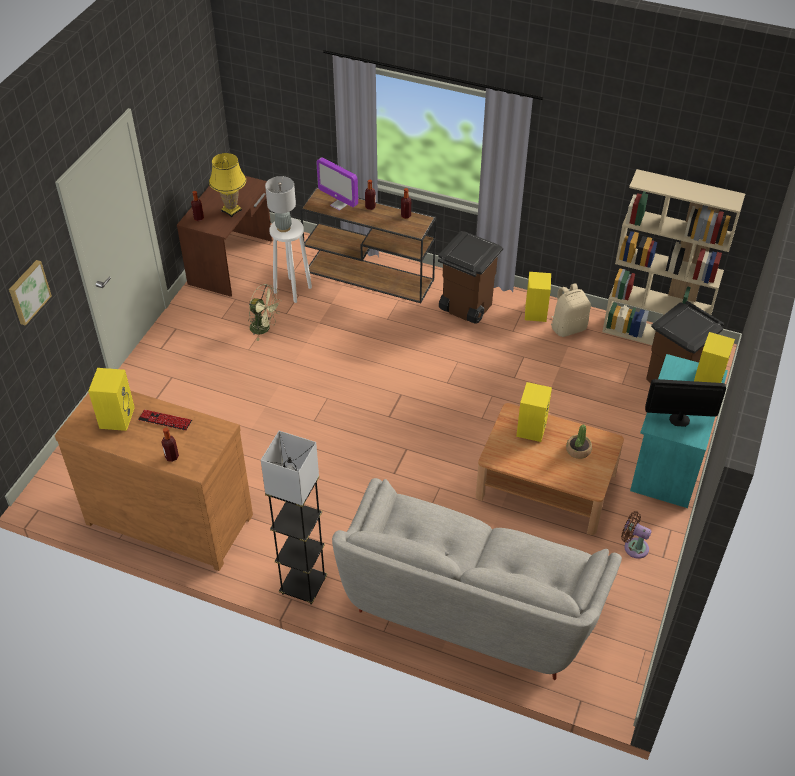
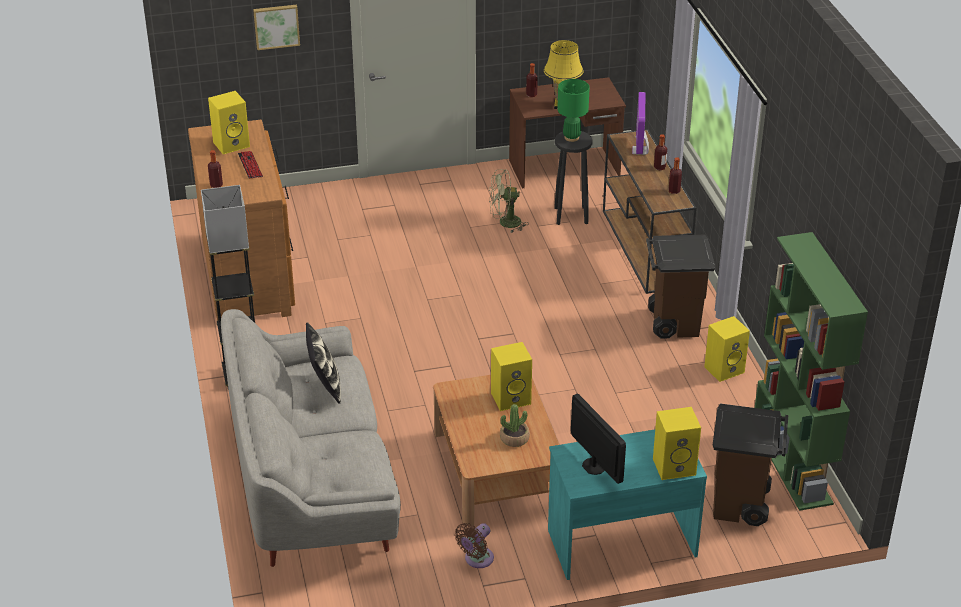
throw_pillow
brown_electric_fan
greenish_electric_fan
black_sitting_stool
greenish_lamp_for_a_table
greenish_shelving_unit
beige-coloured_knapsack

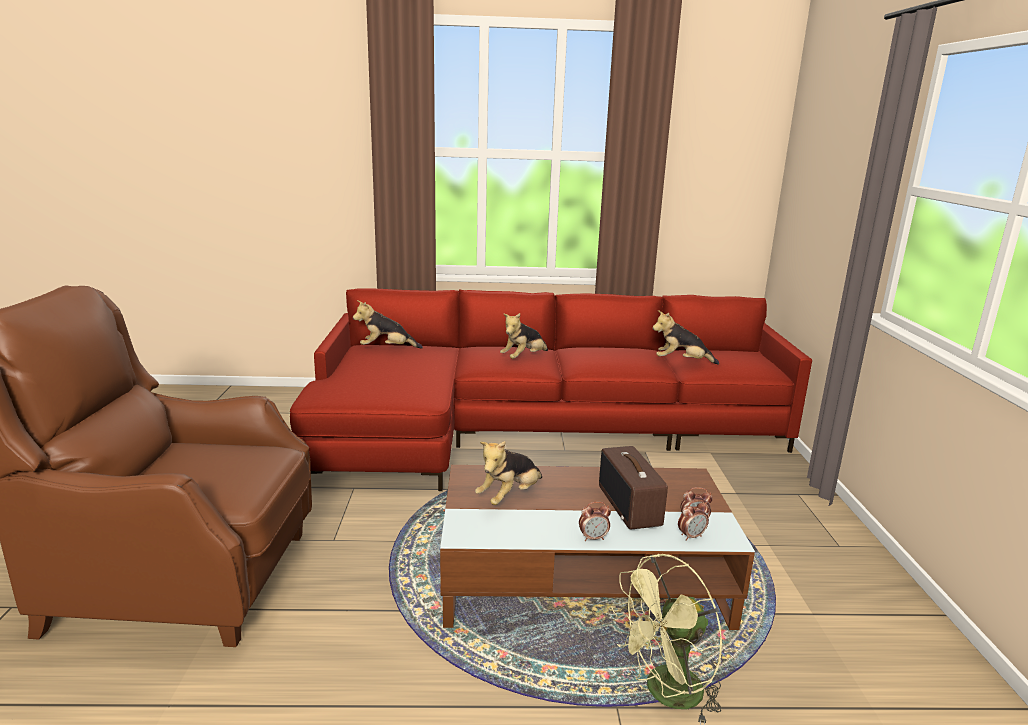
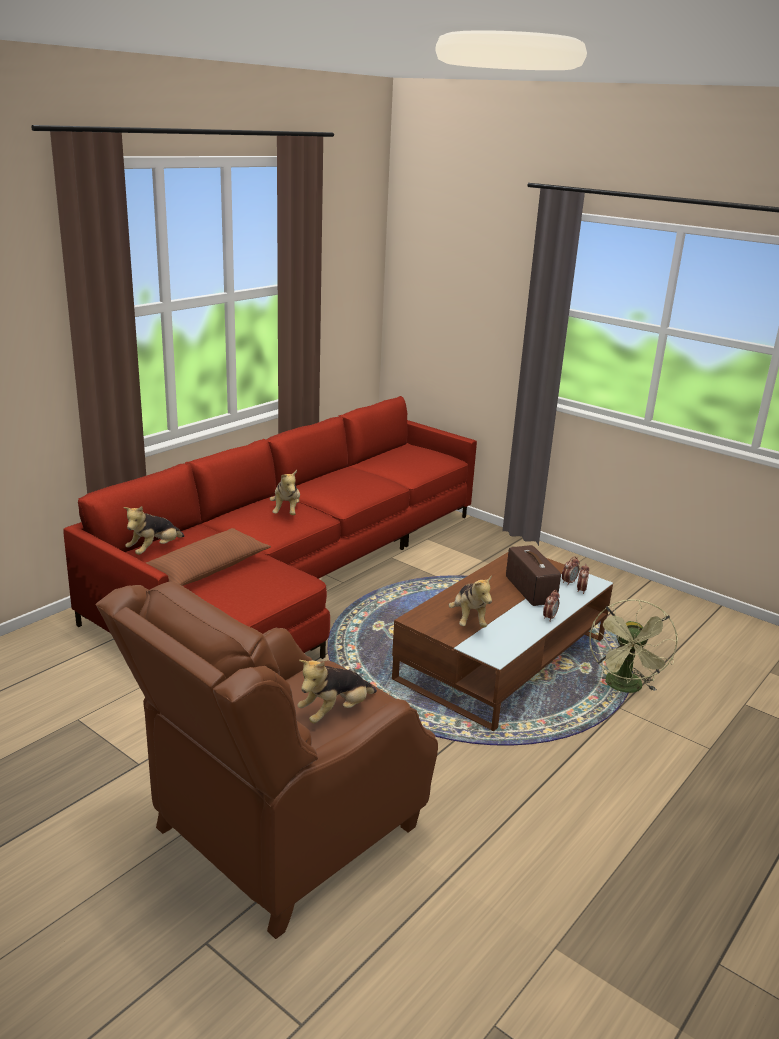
brown_throw_pillow
soft_toy (3rd from left)
radio

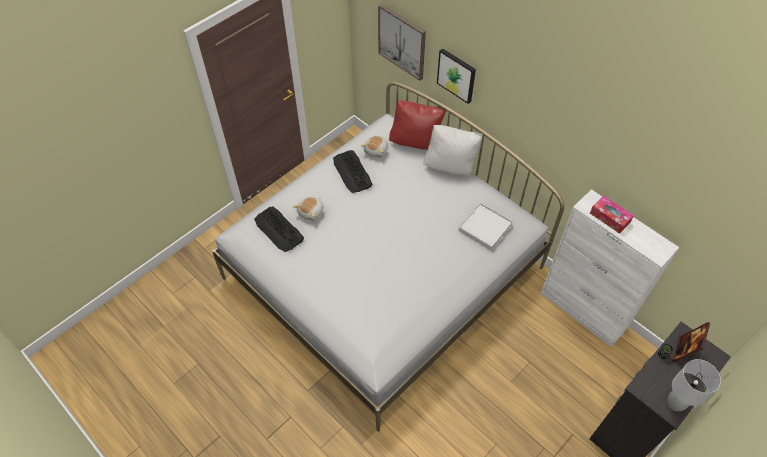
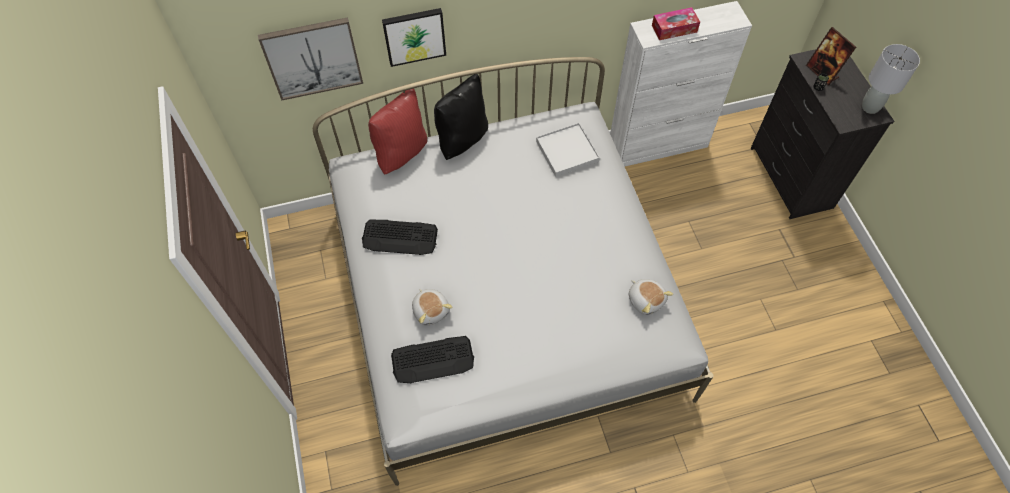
black_throw_pillow
soft_toy (2nd from left)

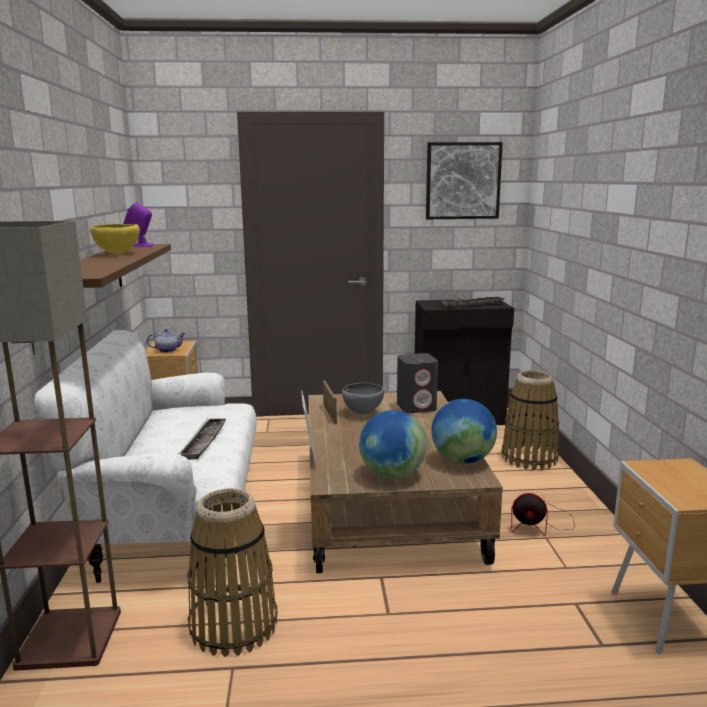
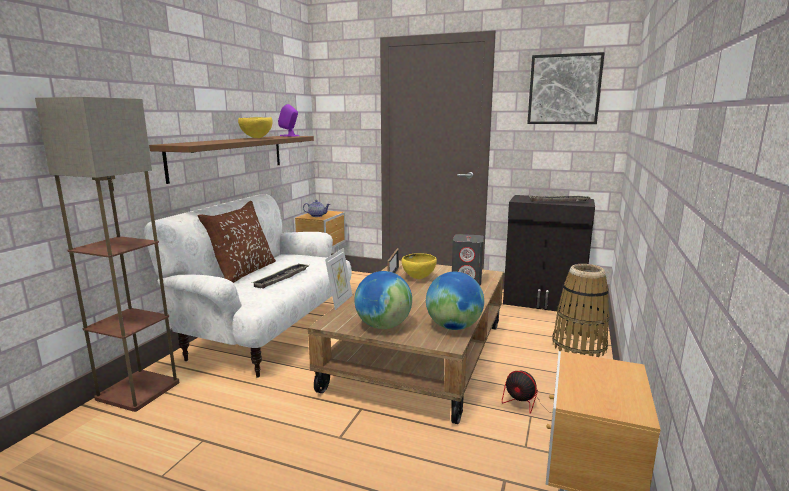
brown_throw_pillow
yellow-coloured_serving_bowl (2nd from left)
basket (1st from left in the first image)

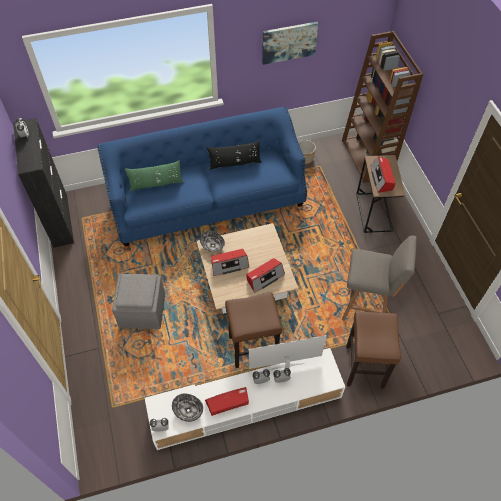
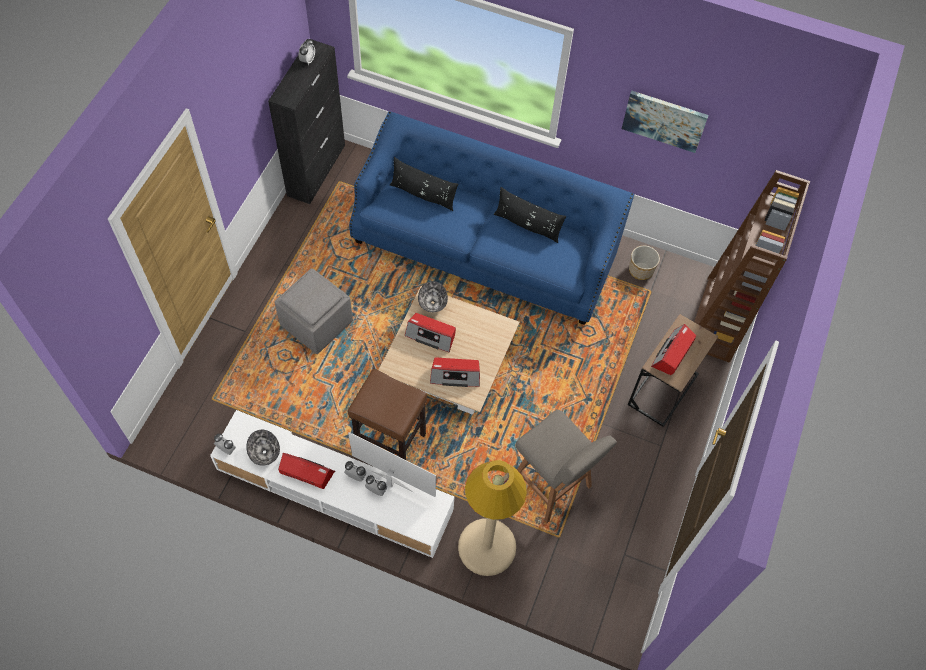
black_throw_pillow (1st from left)
beige-coloured_standard_lamp

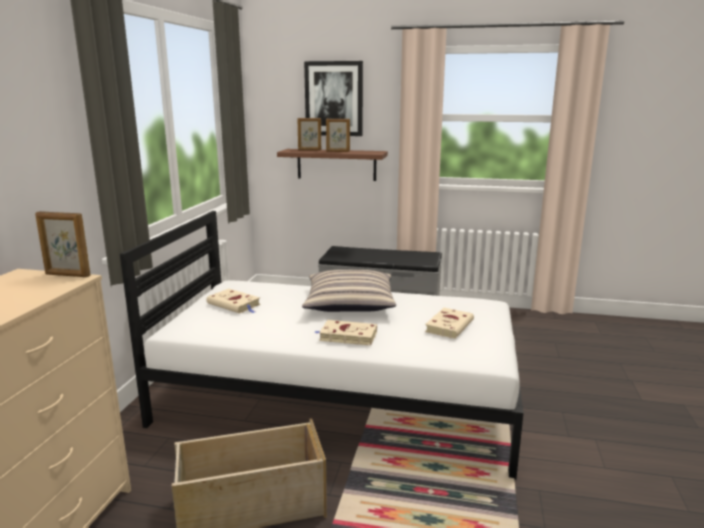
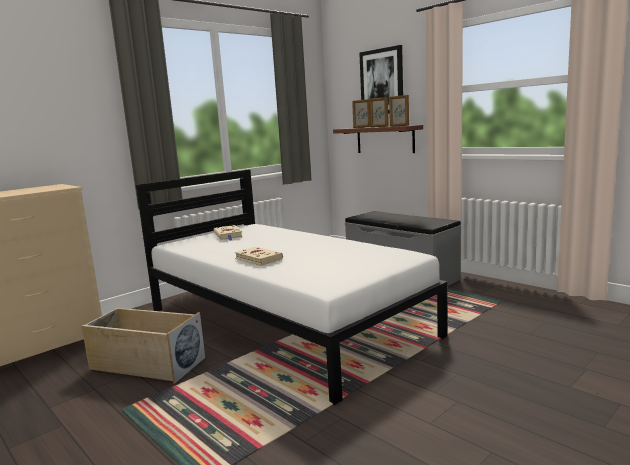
standing_frame (3rd from left)
throw_pillow
beige-coloured_book (3rd from left in the first image)

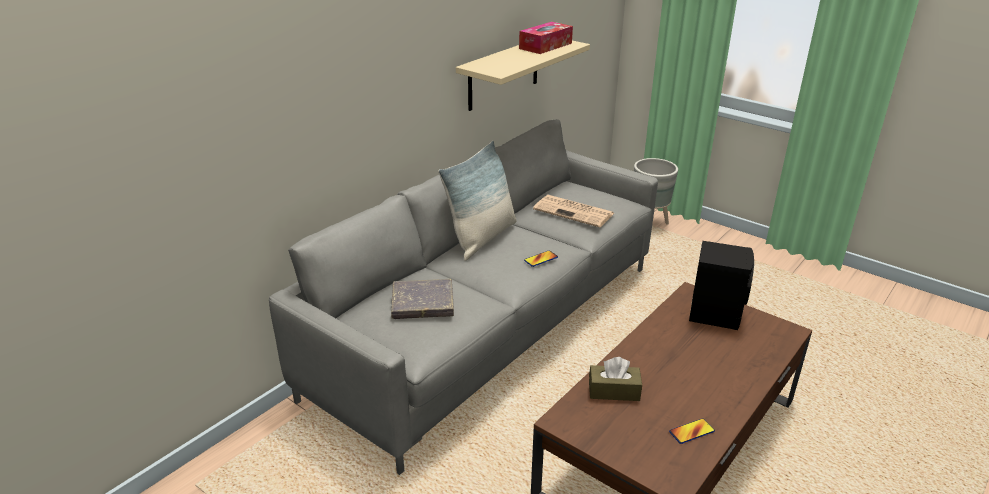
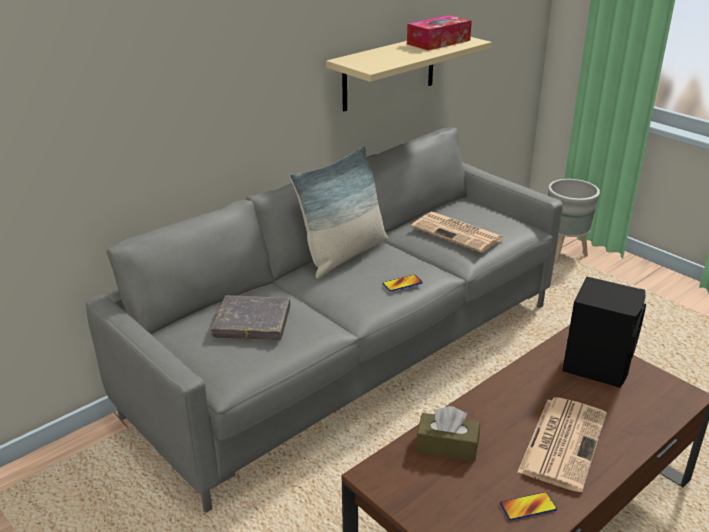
newspaper (2nd from left)

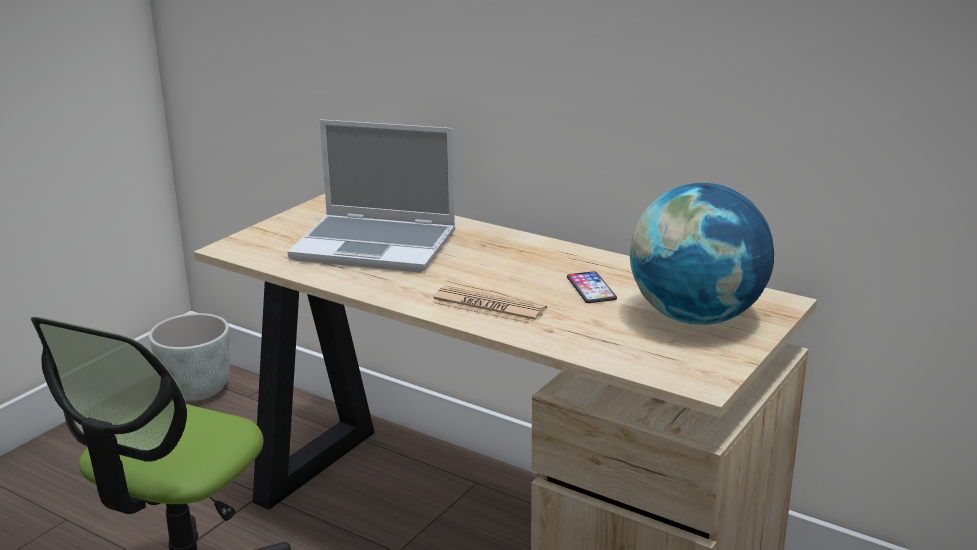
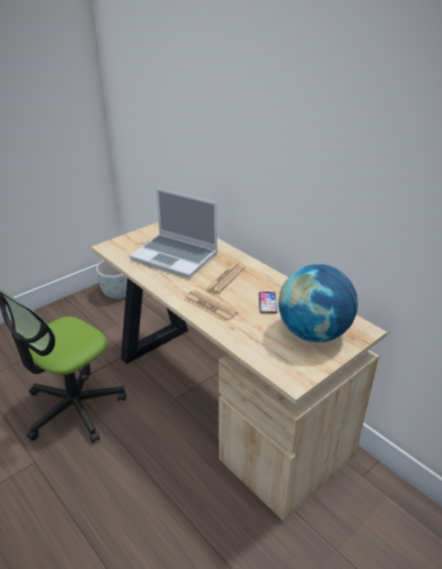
newspaper (2nd from left)

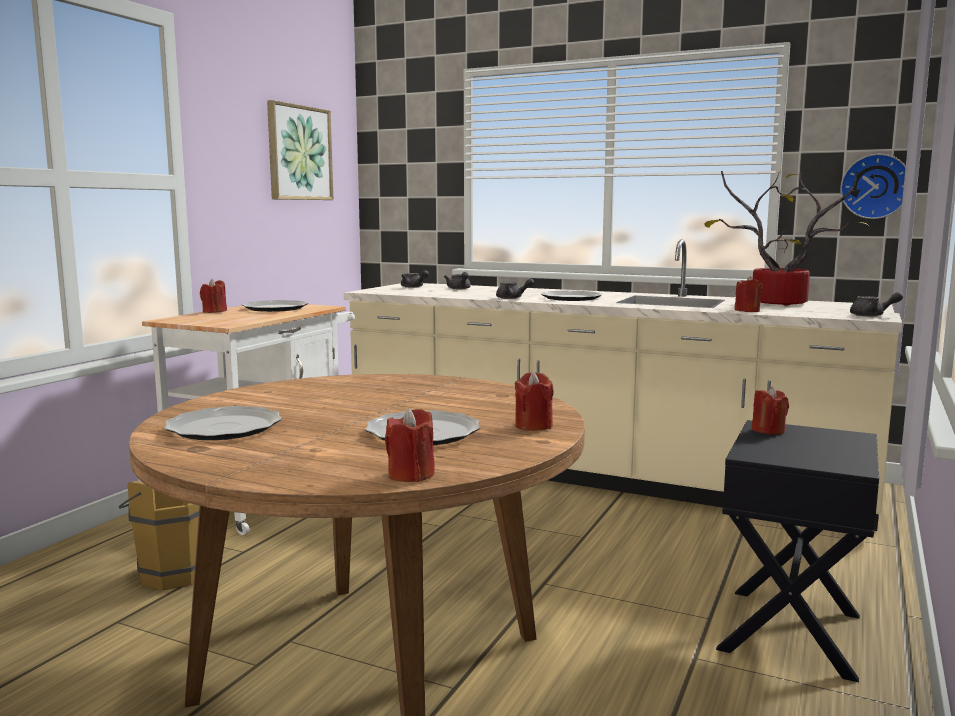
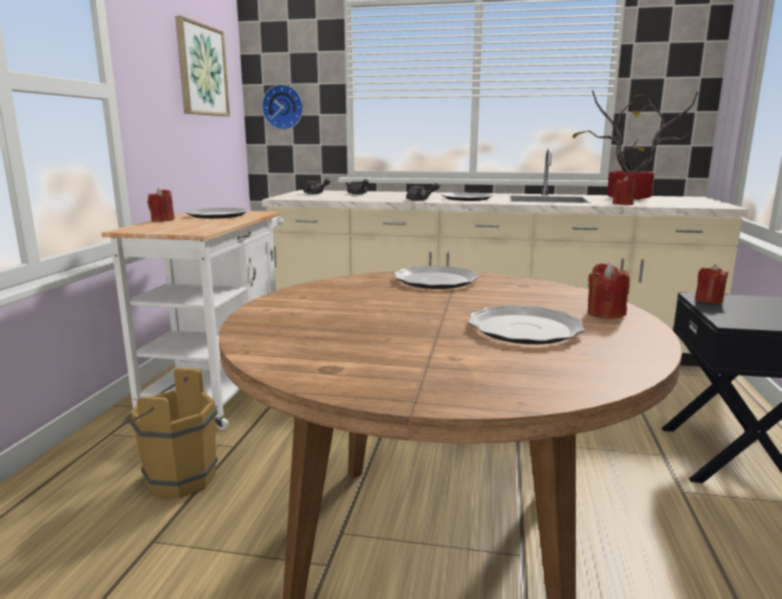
hanging_clock
plate (2nd from left)
red-coloured_wax_light (2nd from left in the first image)
greyish_pot_for_tea (4th from left in the first image)

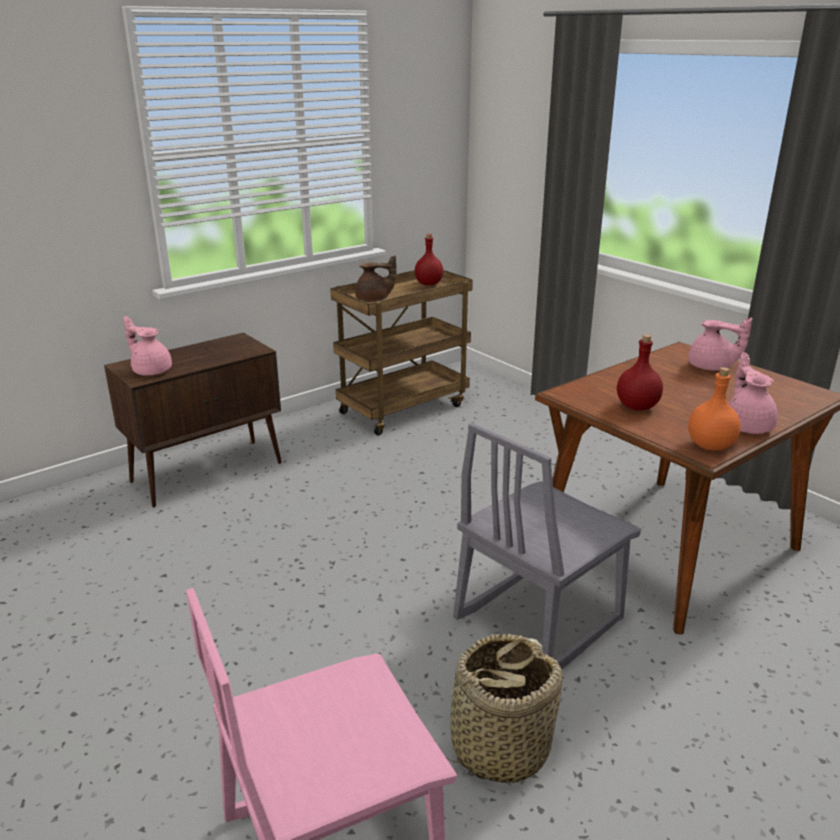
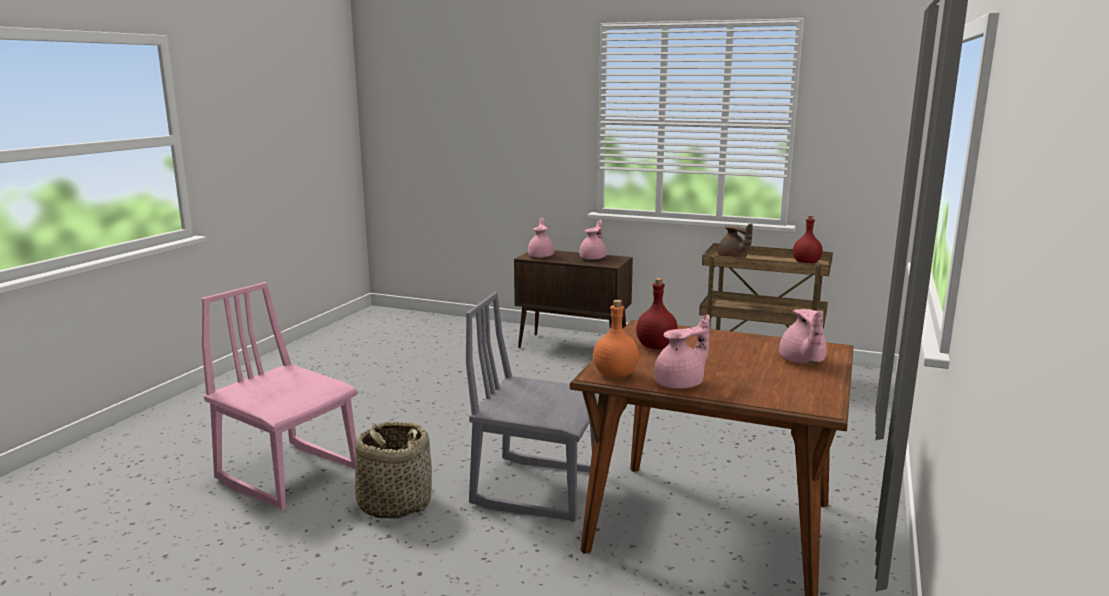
pink_pot_for_tea (2nd from left)

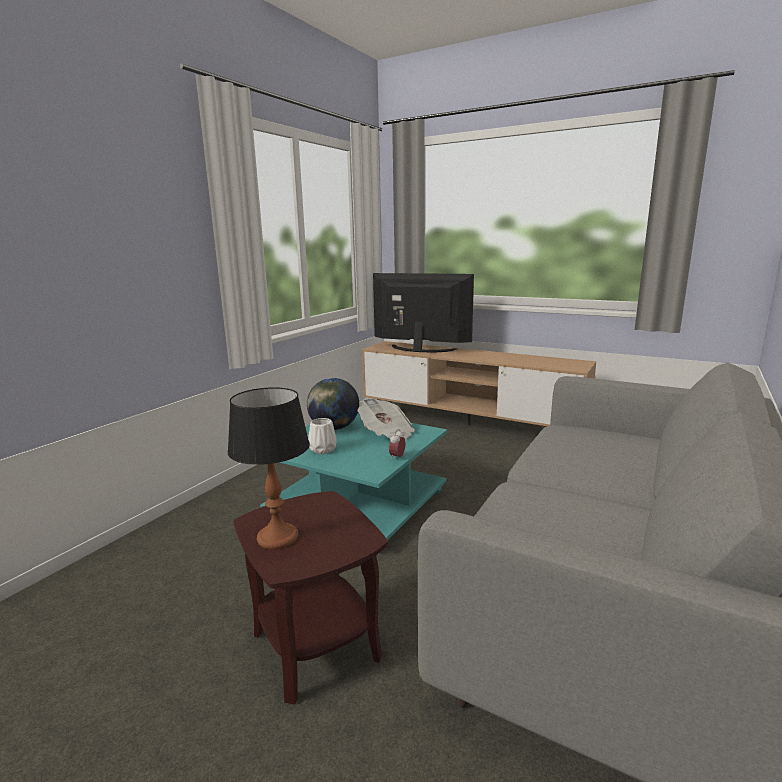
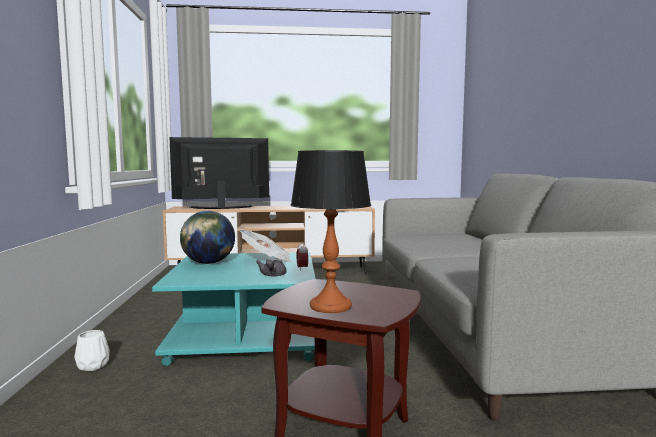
white-coloured_flower_vase
greyish_pot_for_tea

